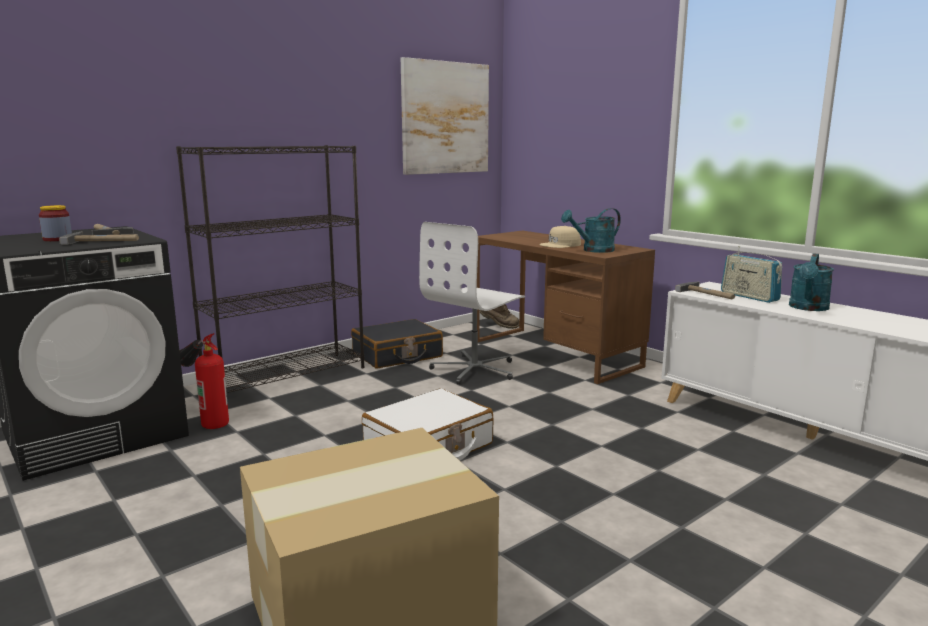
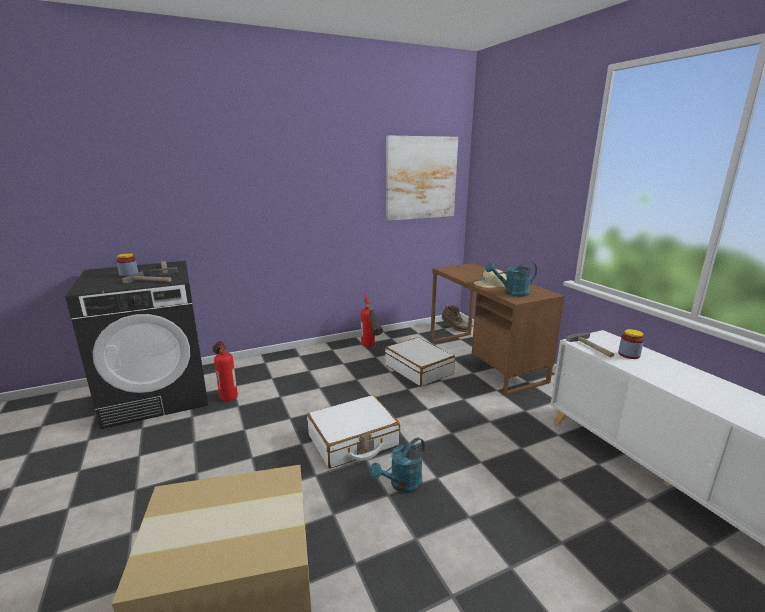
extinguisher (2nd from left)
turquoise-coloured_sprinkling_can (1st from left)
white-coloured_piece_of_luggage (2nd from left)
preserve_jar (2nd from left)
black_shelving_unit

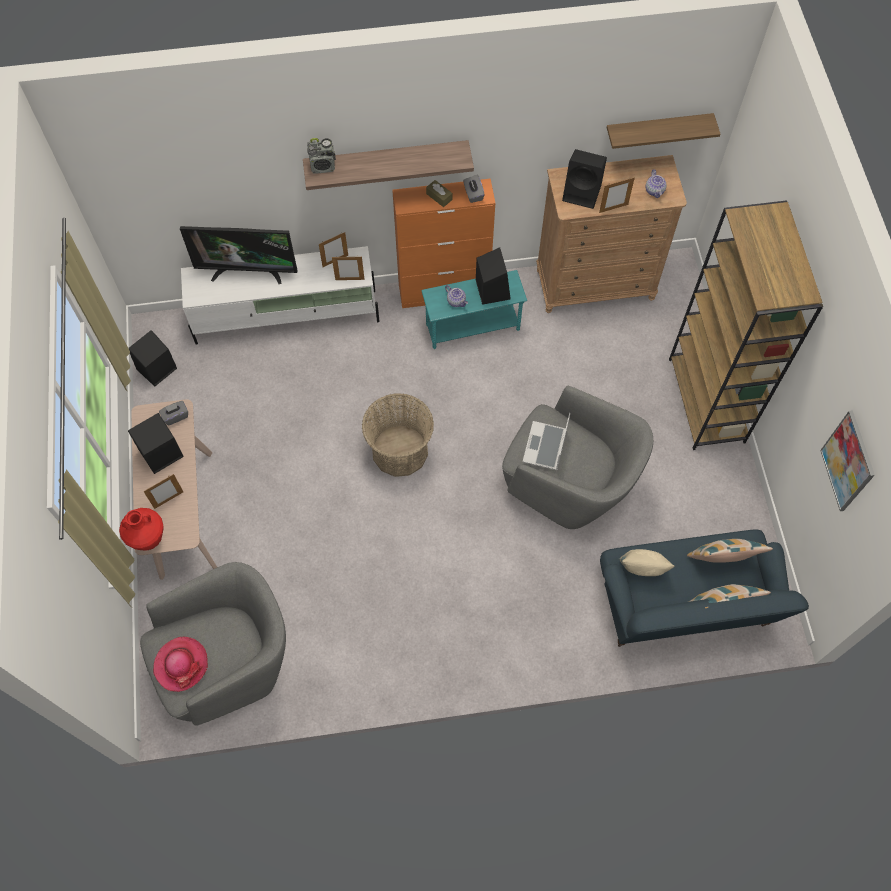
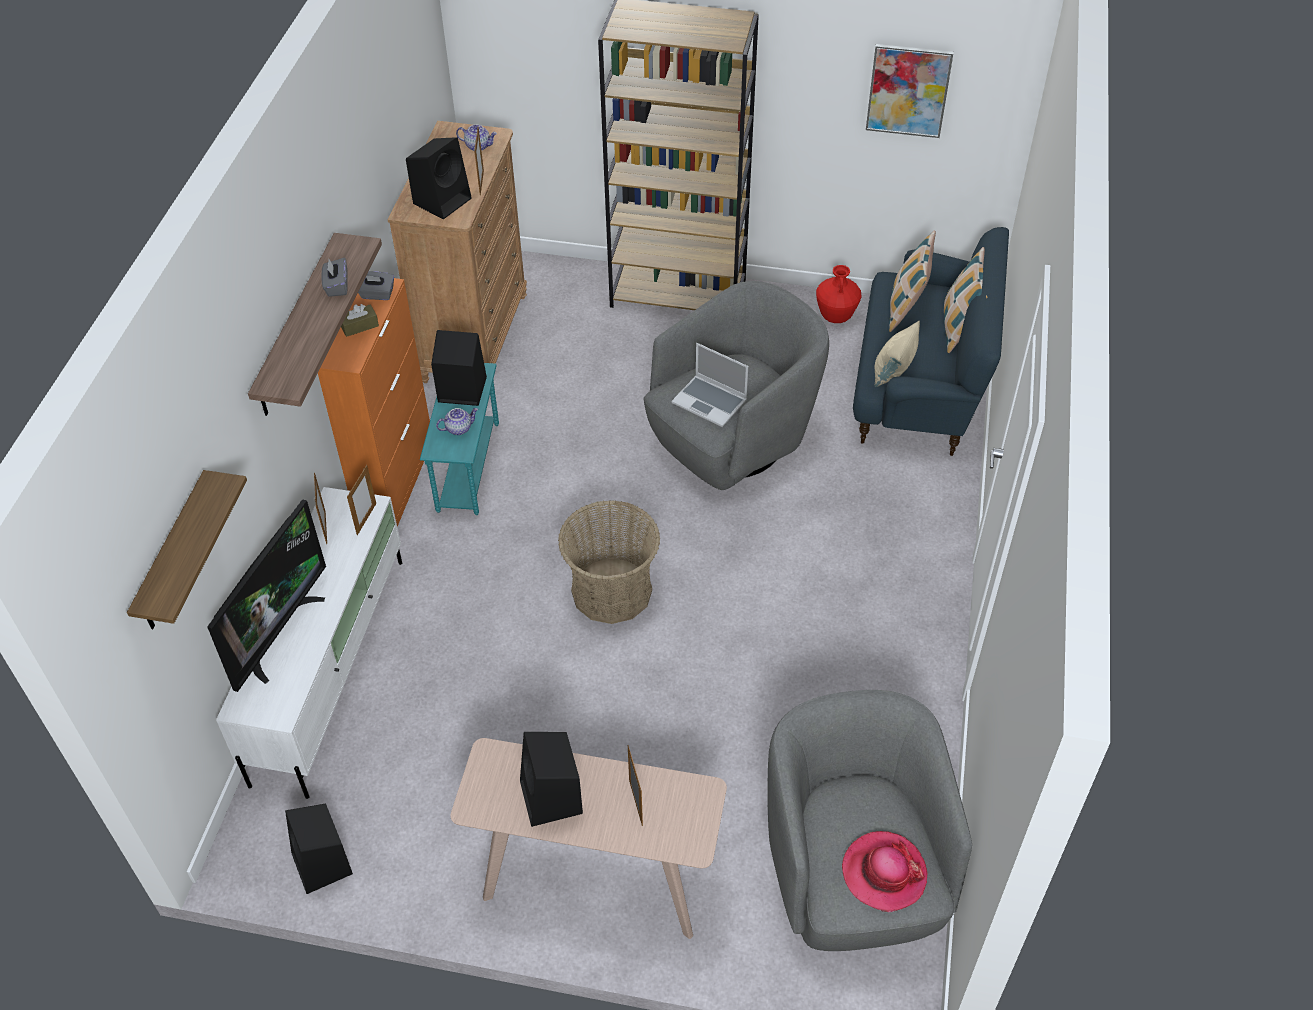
wall_shelf (1st from left)
greyish_tissue_holder (1st from left)
red-coloured_flower_vase
radio

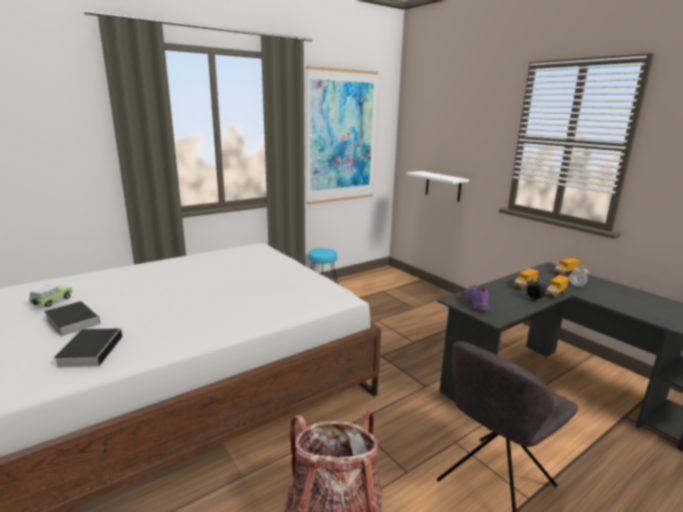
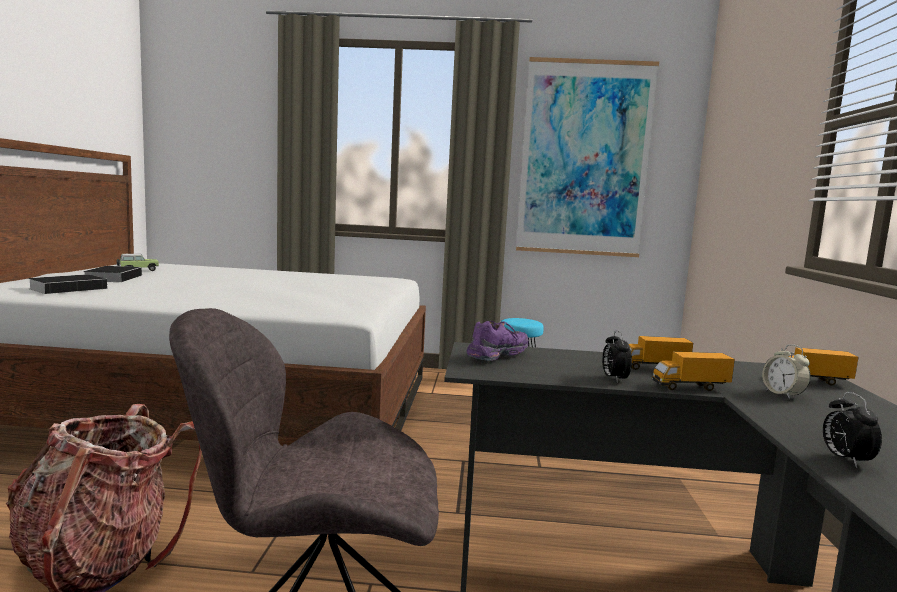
bedside_clock (3rd from left)
white-coloured_wall_shelf

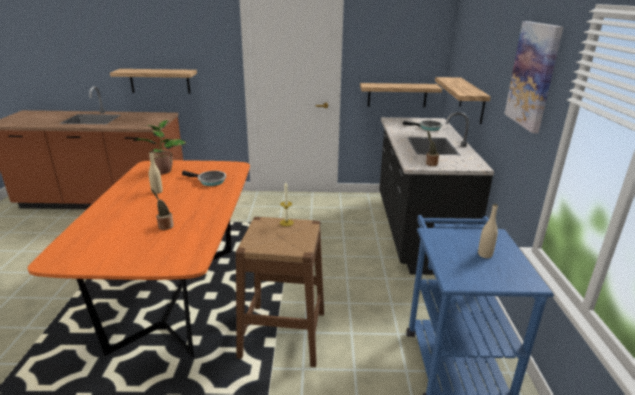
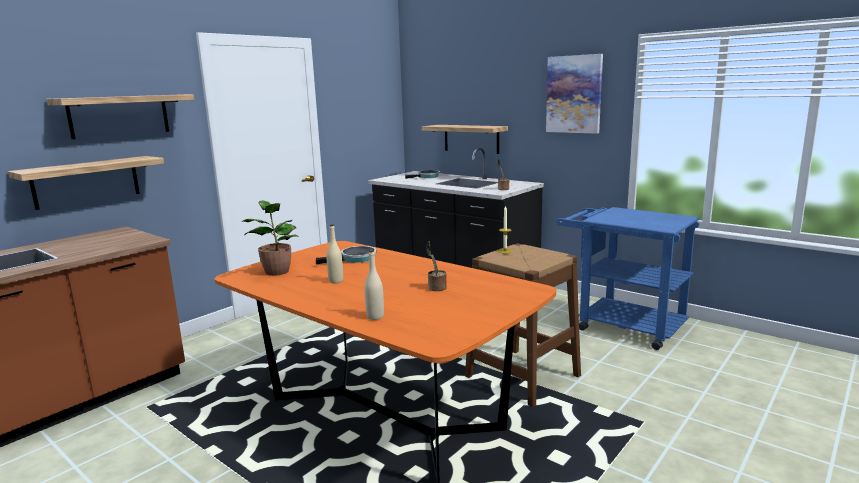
wall_shelf (2nd from left)
beige-coloured_beverage_bottle (2nd from left)

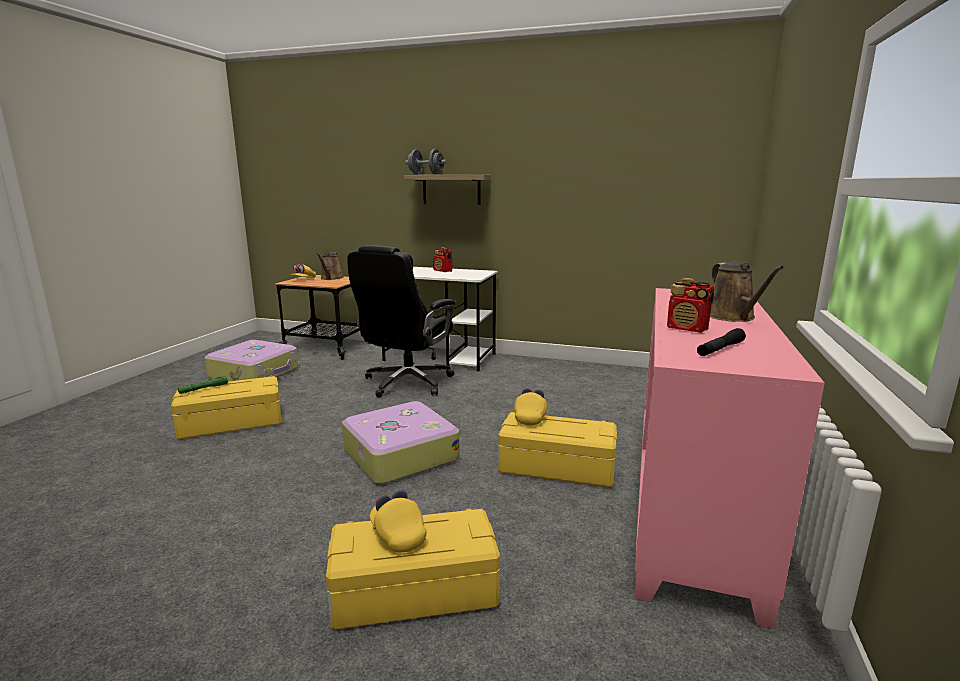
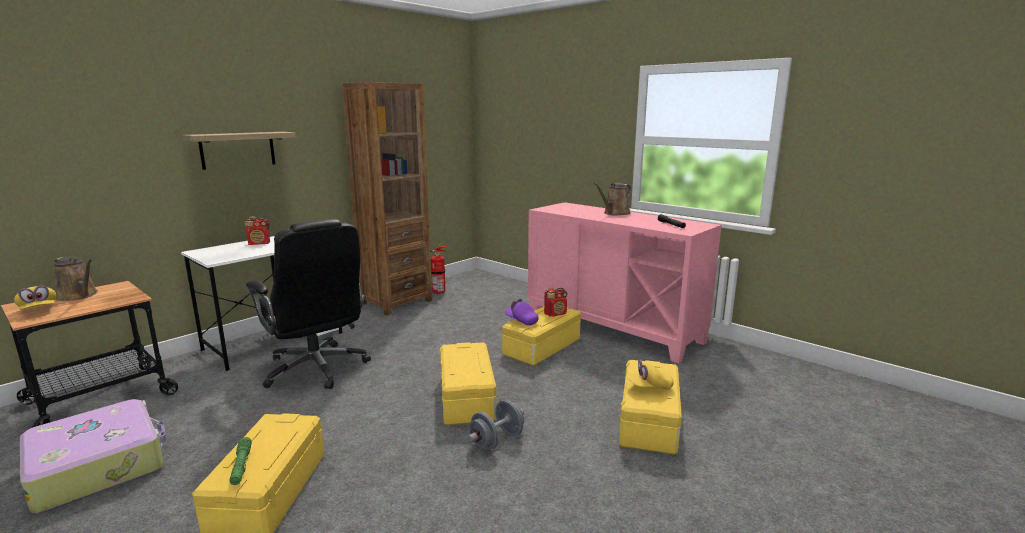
brown_shelving_unit
extinguisher
yellow-coloured_storage_container (2nd from left)
greyish_hand_weight
purple_baseball_cap
radio (2nd from left)
brown_sprinkling_can (2nd from left)

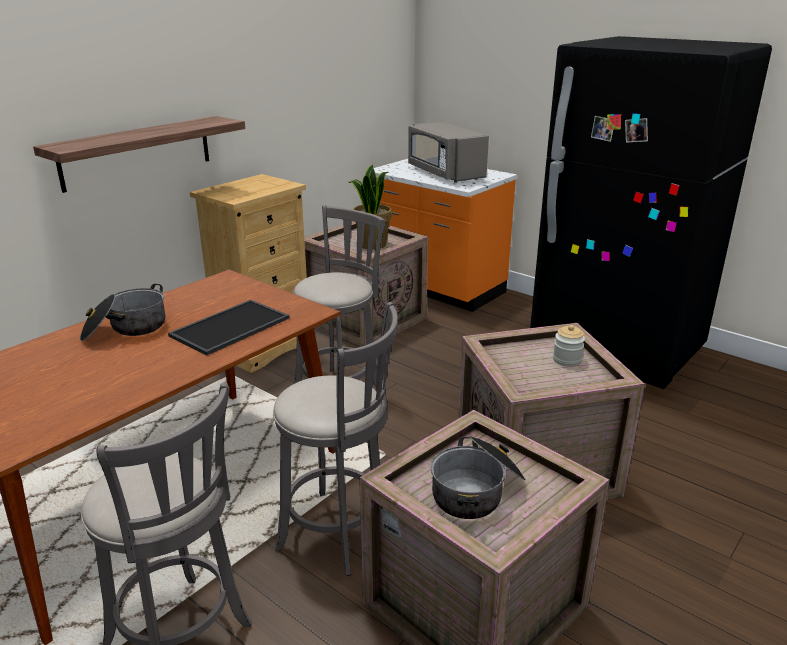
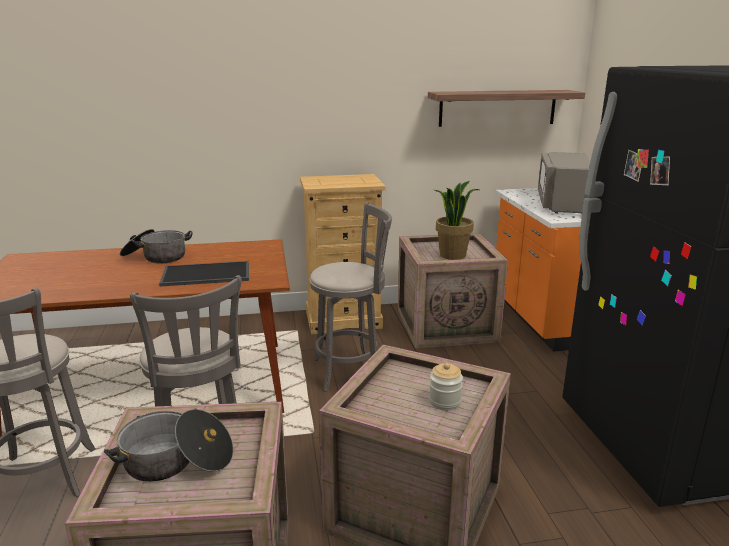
wall_shelf

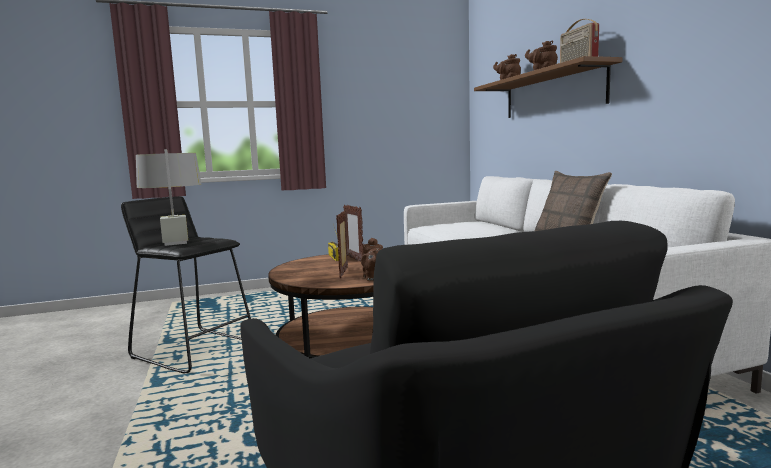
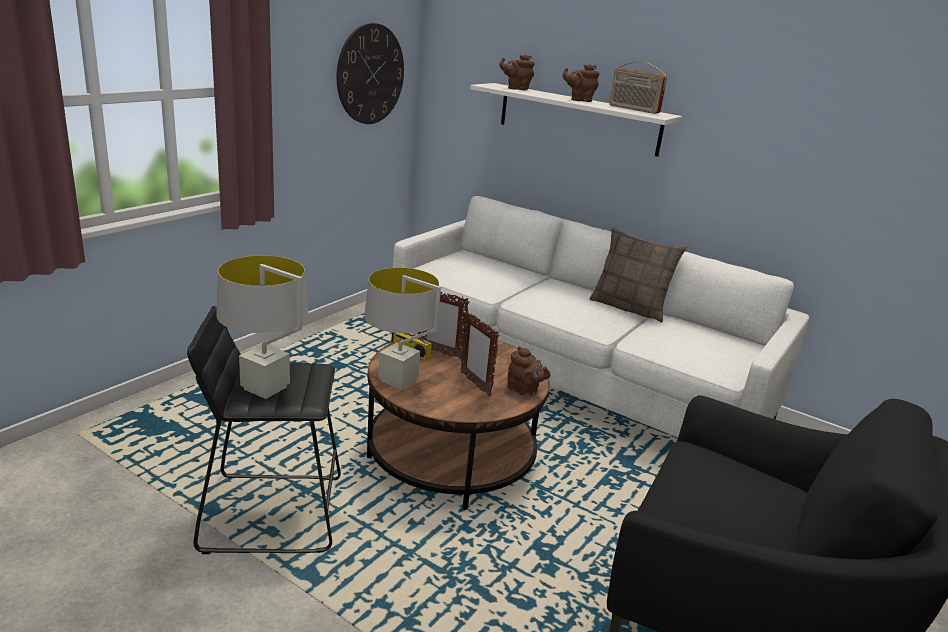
hanging_clock
greyish_lamp_for_a_table (2nd from left)
white-coloured_wall_shelf

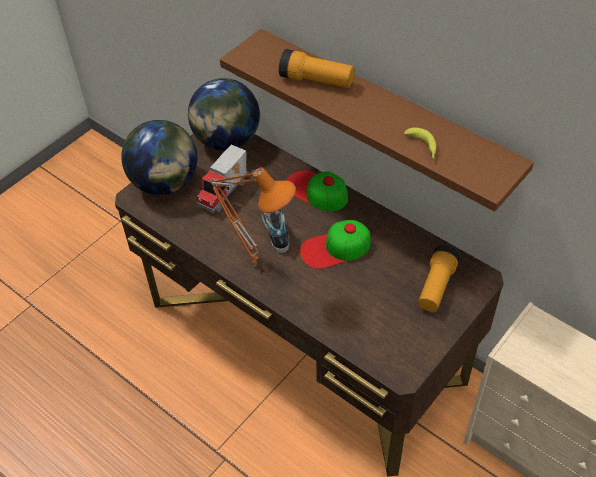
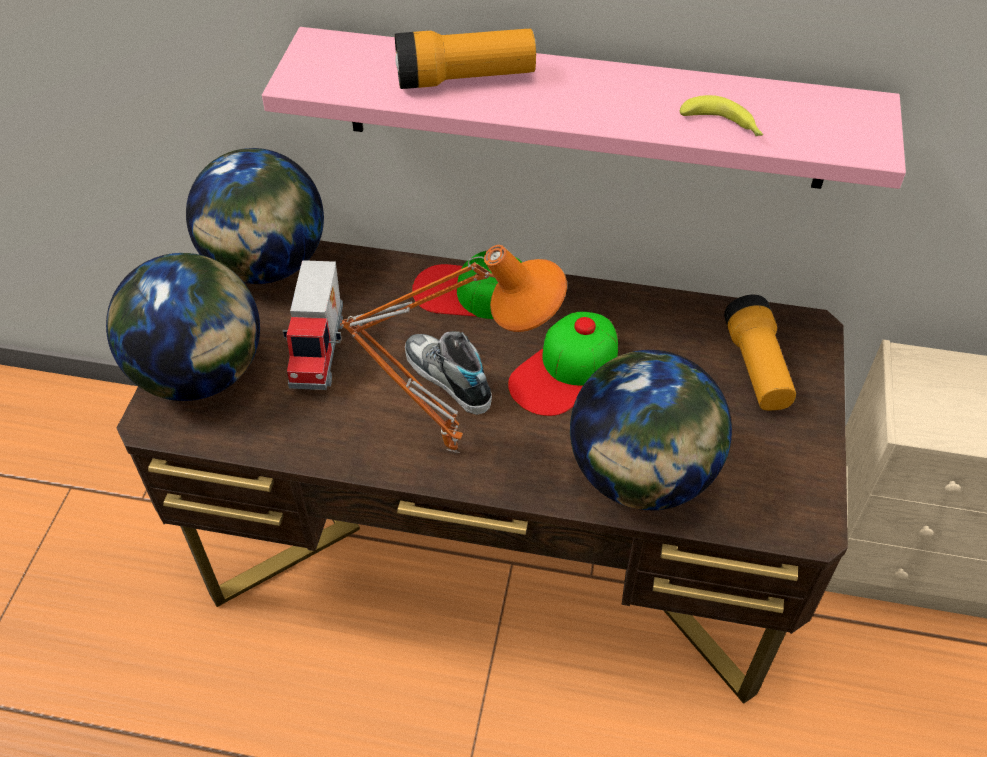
pink_wall_shelf
world_globe (3rd from left)

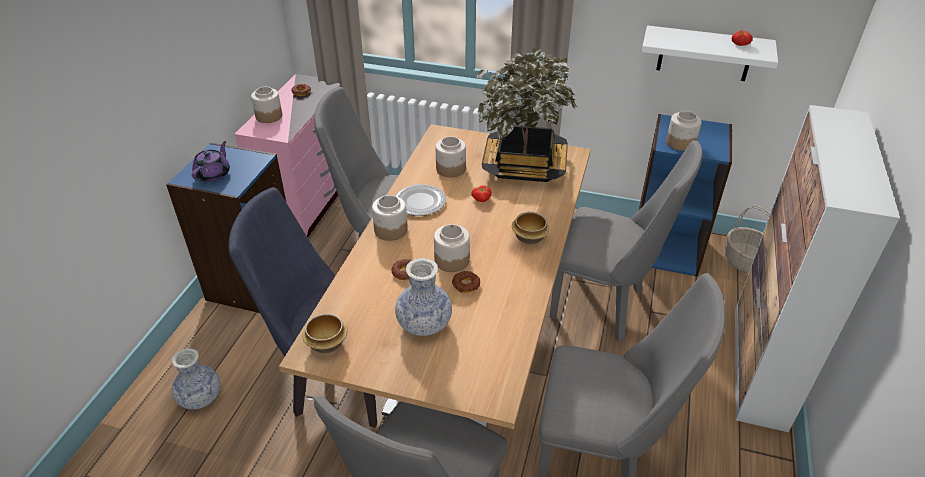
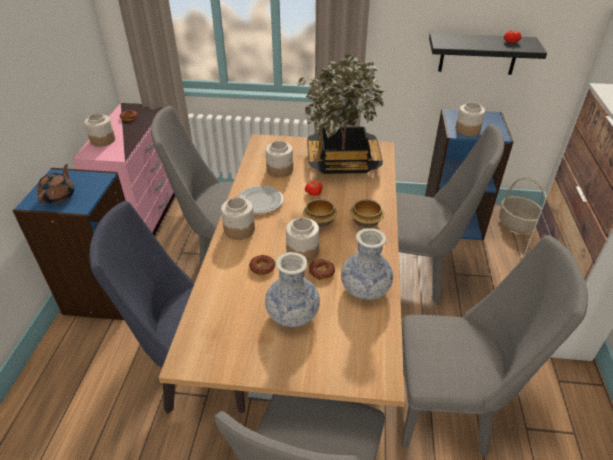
brown_pot_for_tea
serving_bowl (1st from left)
flower_vase (2nd from left)
black_wall_shelf

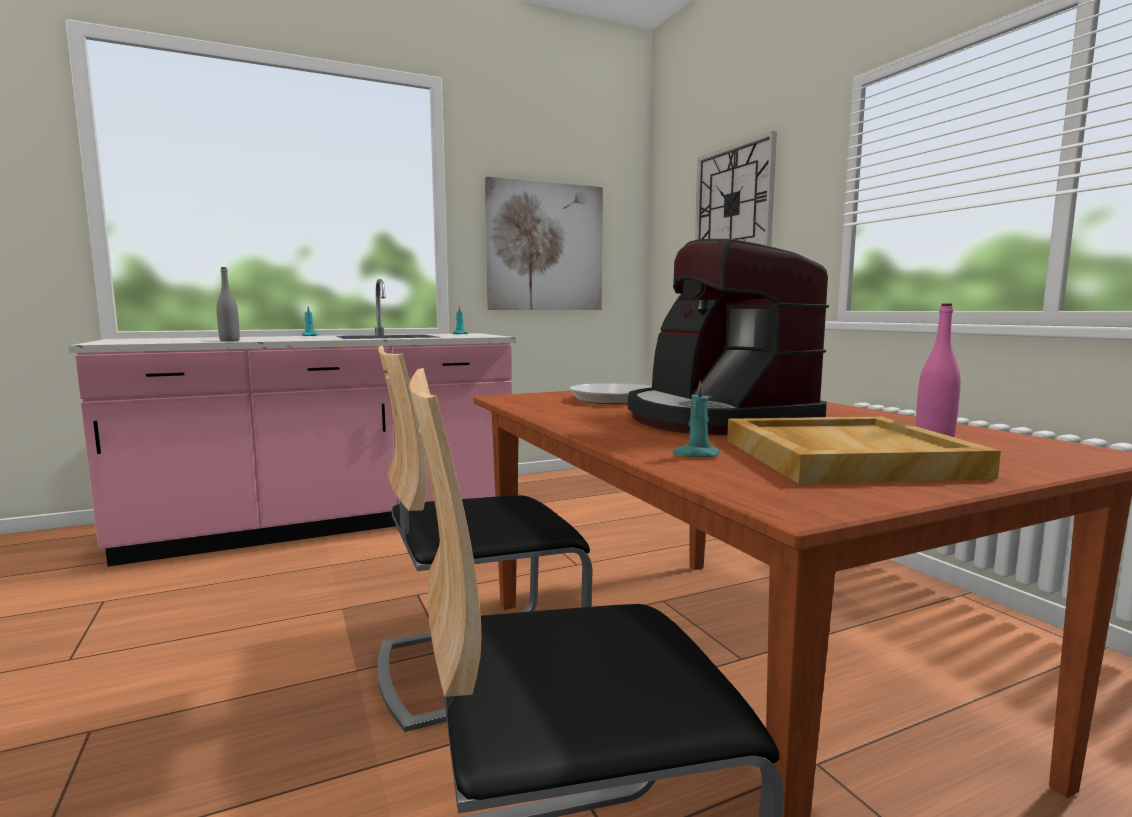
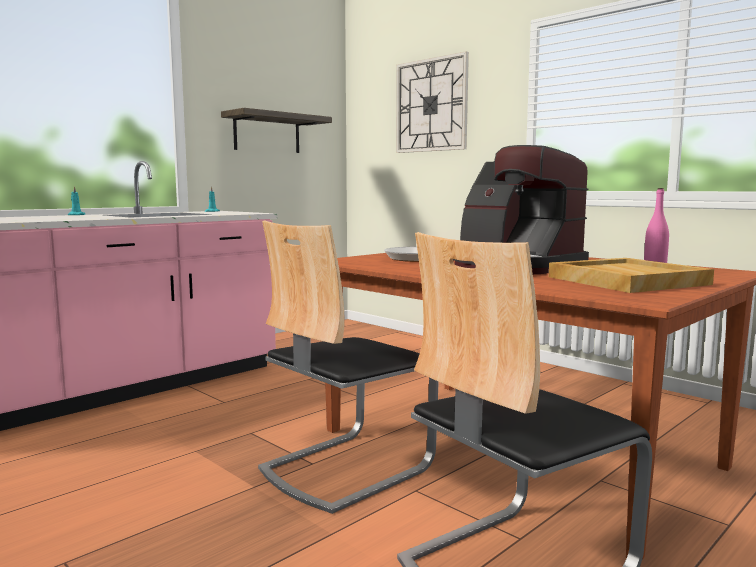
wall_shelf
greyish_beverage_bottle
turquoise-coloured_wax_light (3rd from left in the first image)

